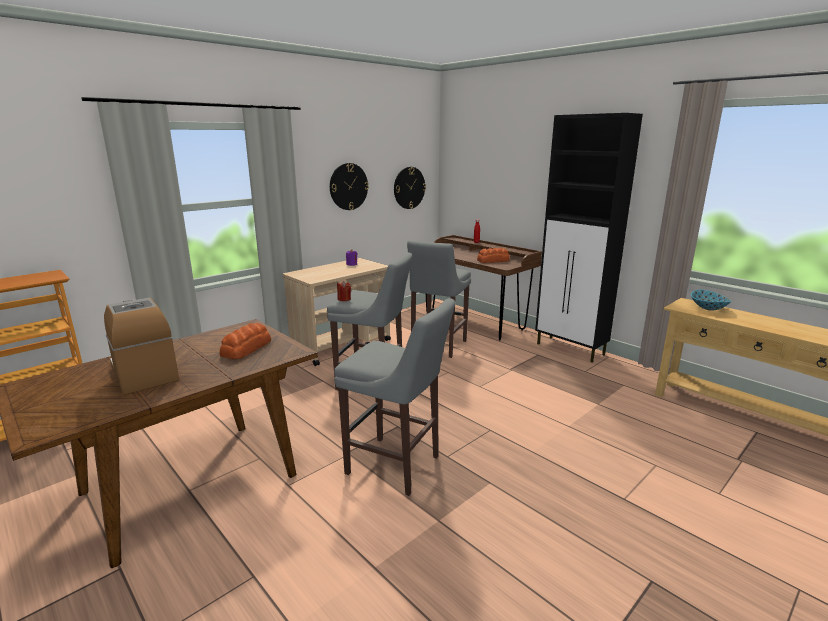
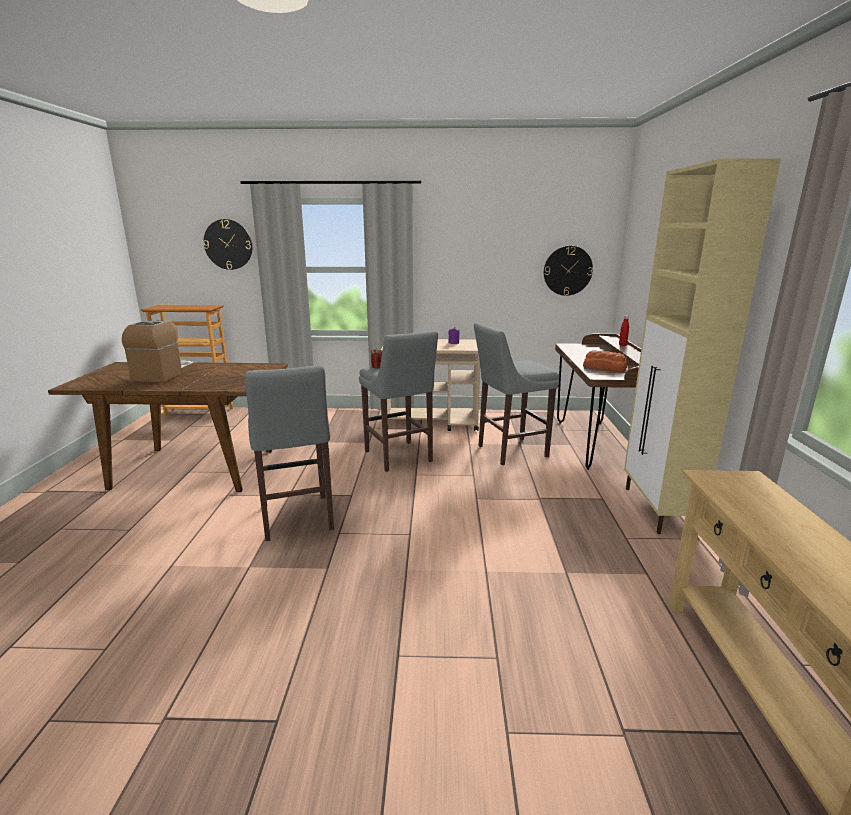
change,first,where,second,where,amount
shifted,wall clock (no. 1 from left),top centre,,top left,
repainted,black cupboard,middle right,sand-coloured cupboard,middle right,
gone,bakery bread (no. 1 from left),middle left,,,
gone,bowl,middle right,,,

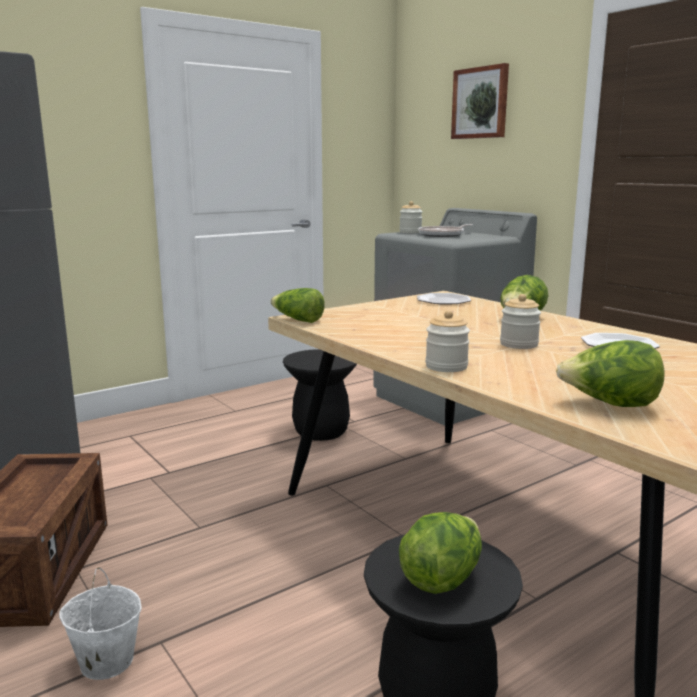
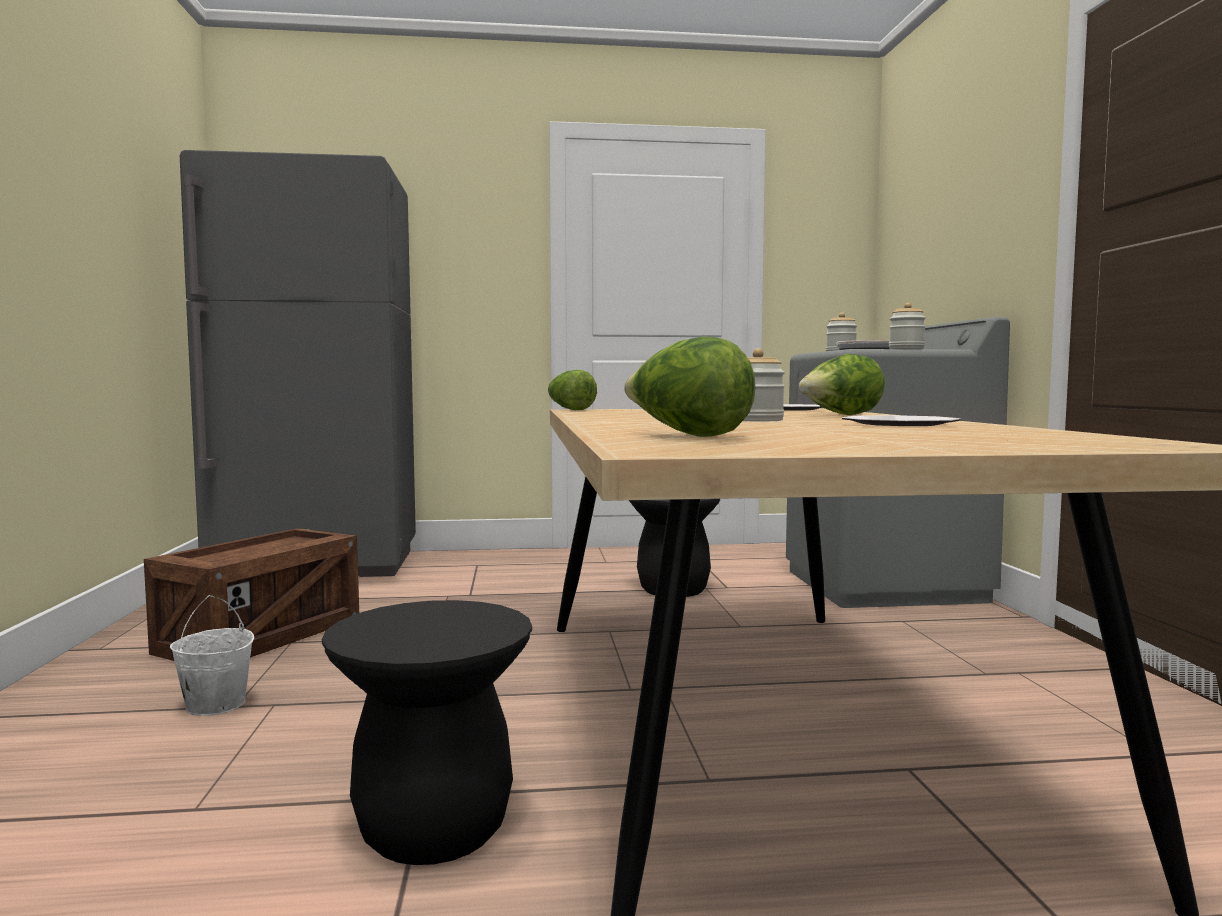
change,first,where,second,where,amount
shifted,storage jar (no. 2 from left in the first image),centre,storage jar (no. 3 from left),middle right,
gone,lettuce (no. 2 from left),bottom centre,,,
gone,wall art,top right,,,

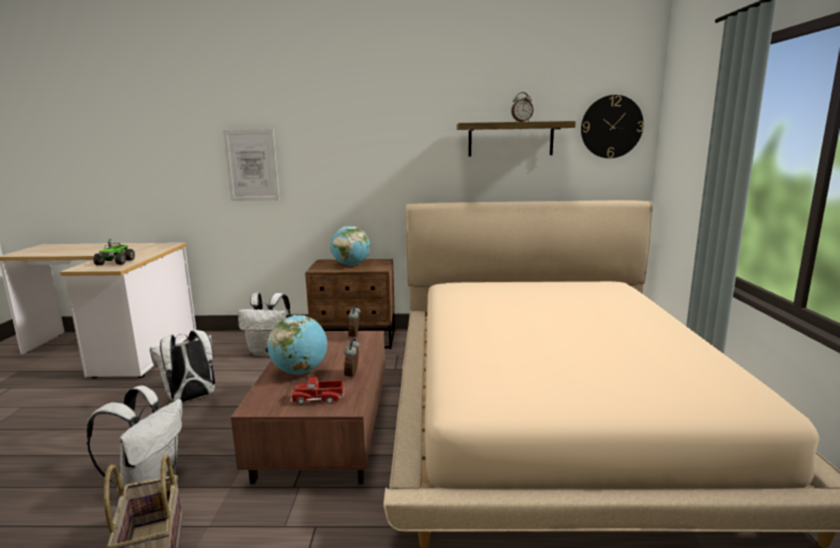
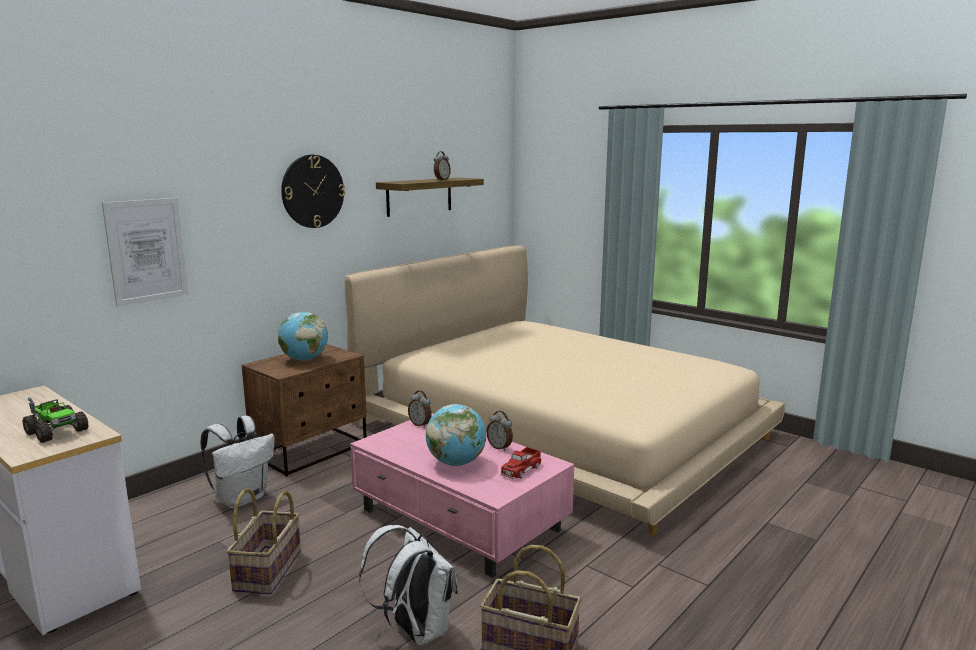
change,first,where,second,where,amount
swapped,white rucksack (no. 2 from left),bottom left,storage basket (no. 1 from left),bottom left,
shifted,wall clock,top right,,top left,
repainted,brown-coloured low table,bottom centre,pink low table,bottom centre,

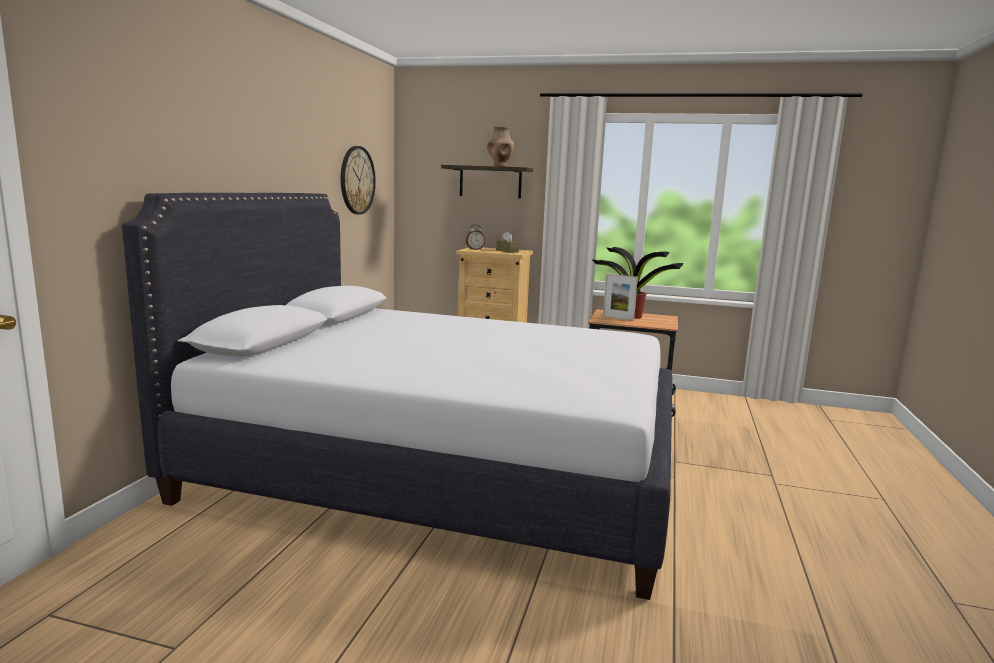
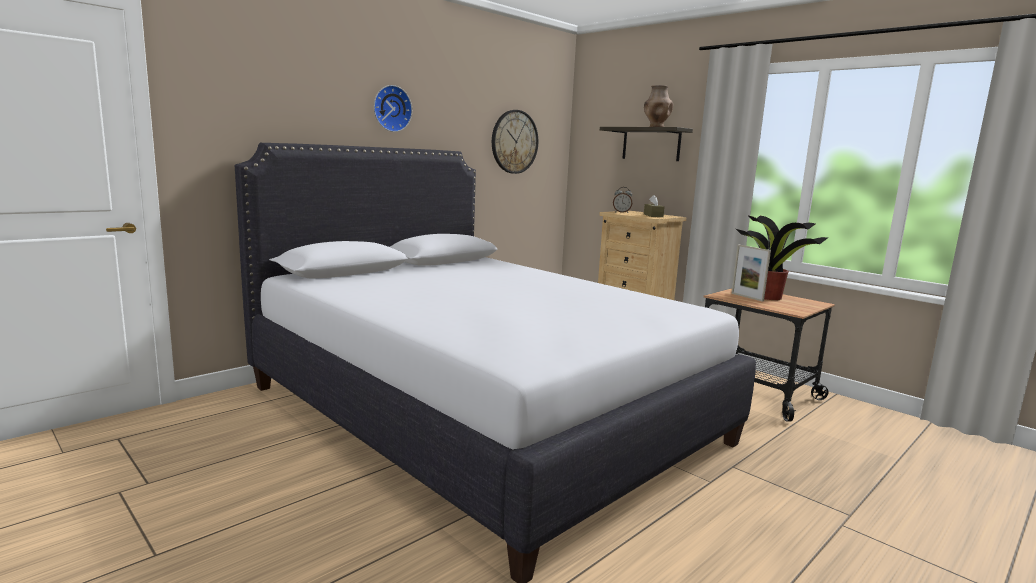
change,first,where,second,where,amount
new,,,wall clock (no. 1 from left),top centre,

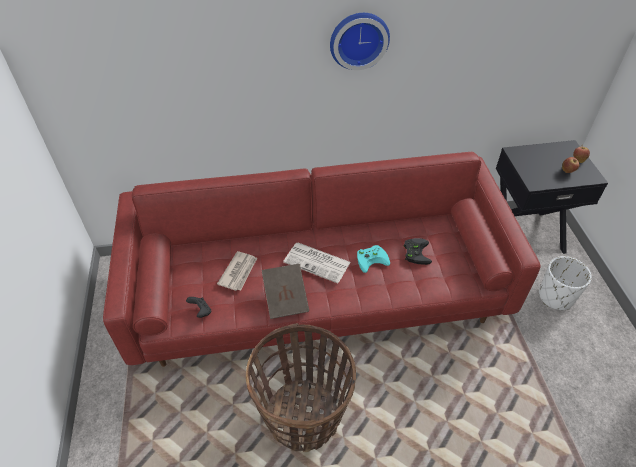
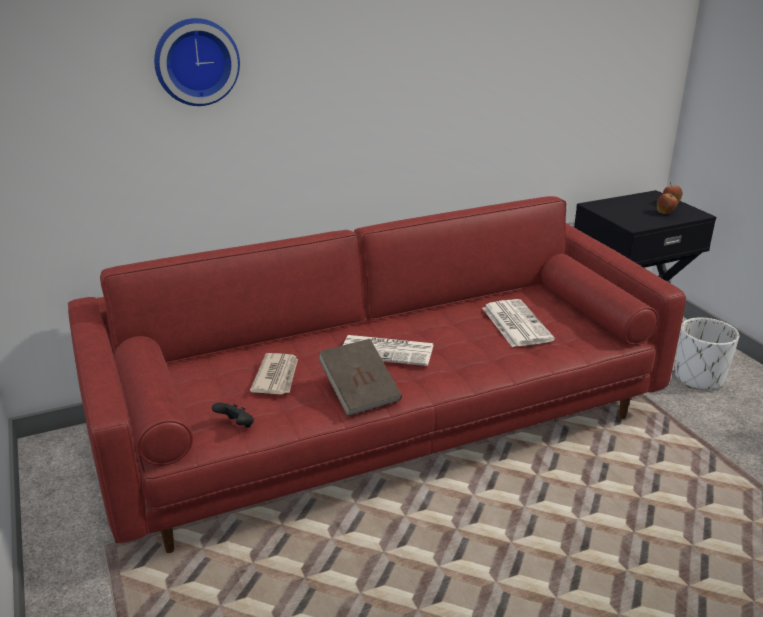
change,first,where,second,where,amount
shifted,wall clock,top centre,,top left,
swapped,black joypad (no. 2 from left),centre,daily paper (no. 3 from left),middle right,
gone,storage basket,bottom centre,,,
gone,turquoise-coloured joypad,centre,,,

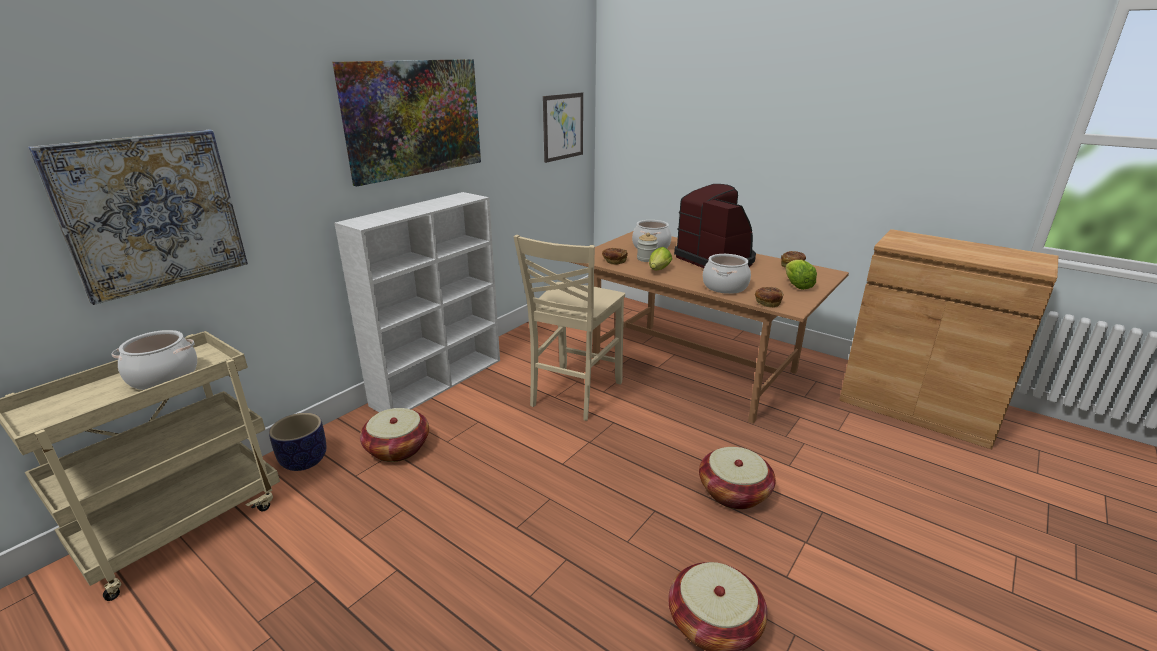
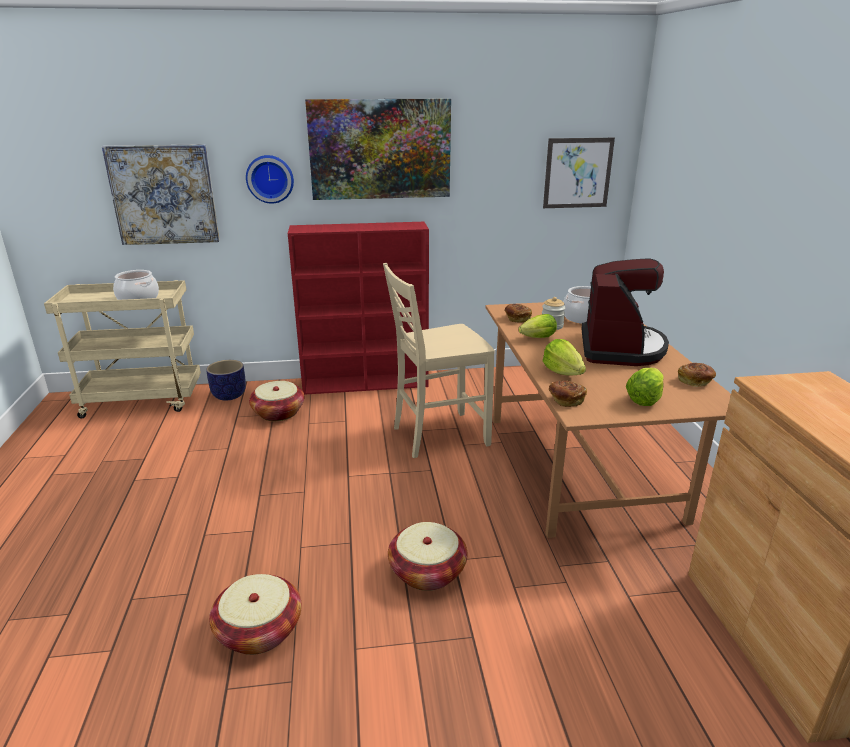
change,first,where,second,where,amount
new,,,wall clock,top left,
repainted,white bookshelf,centre,red-coloured bookshelf,centre,
swapped,saucepot (no. 3 from left),centre,lettuce (no. 2 from left),centre,

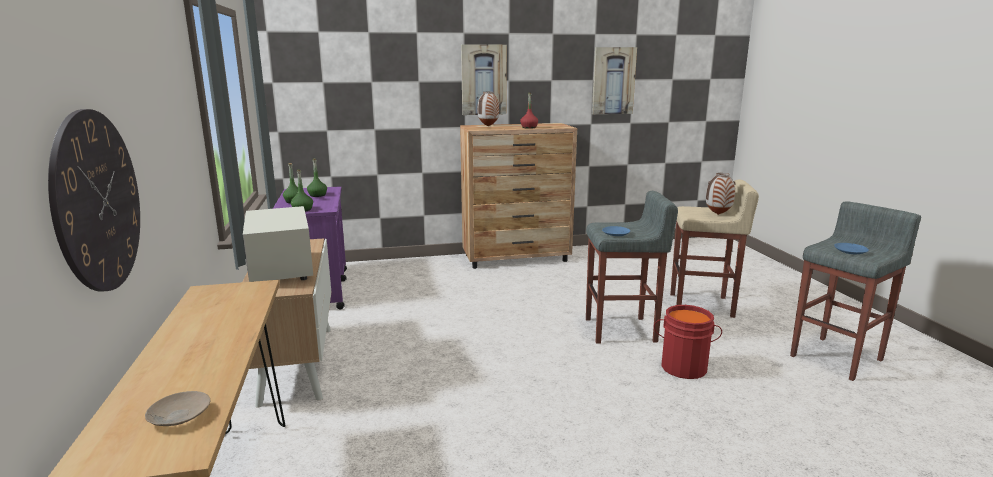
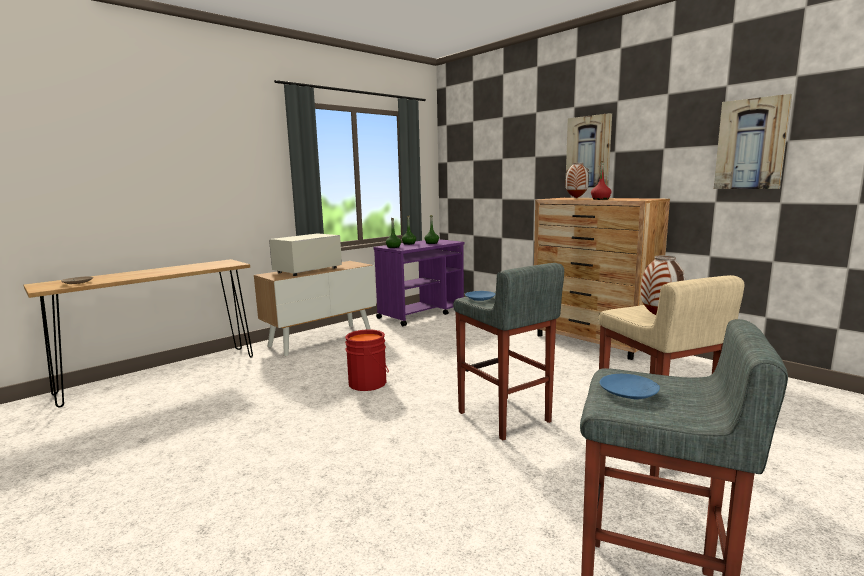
change,first,where,second,where,amount
shifted,red-coloured pail,bottom right,,centre,
gone,wall clock,middle left,,,

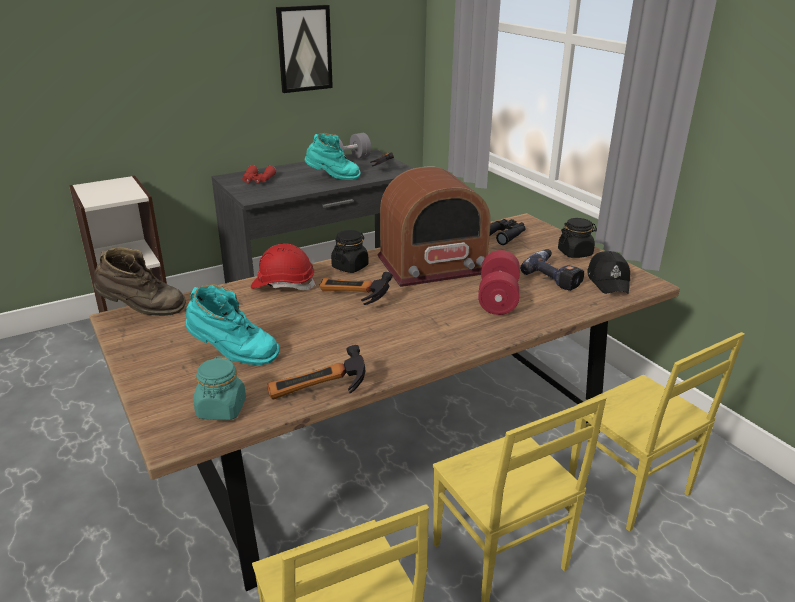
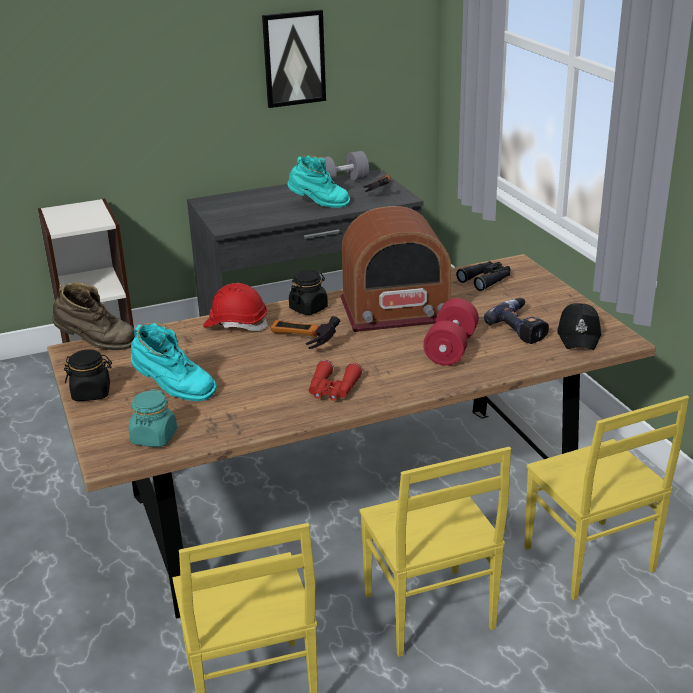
change,first,where,second,where,amount
shifted,black storage jar (no. 2 from left in the first image),middle right,black storage jar (no. 1 from left),middle left,
shifted,red-coloured field glasses,top left,,centre,
gone,tool hammer (no. 1 from left),centre,,,

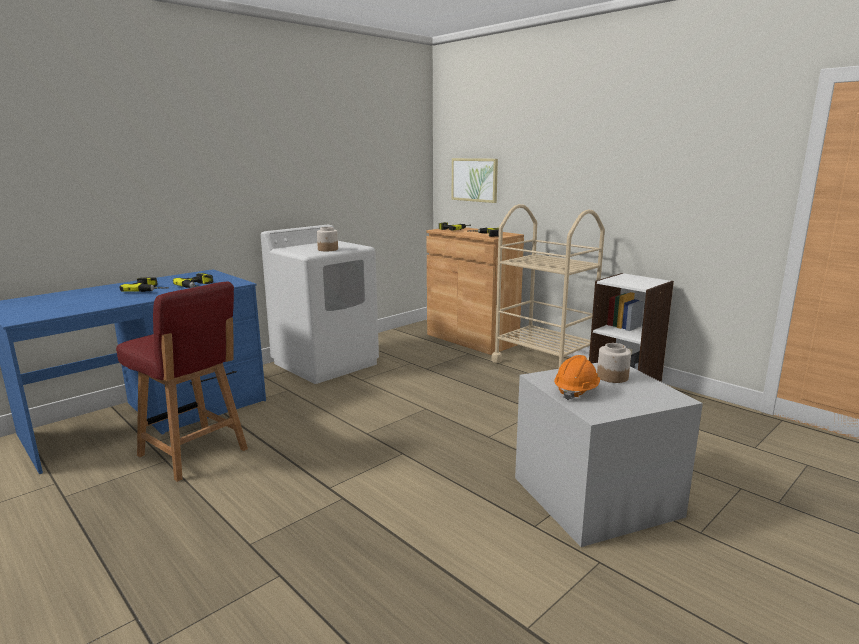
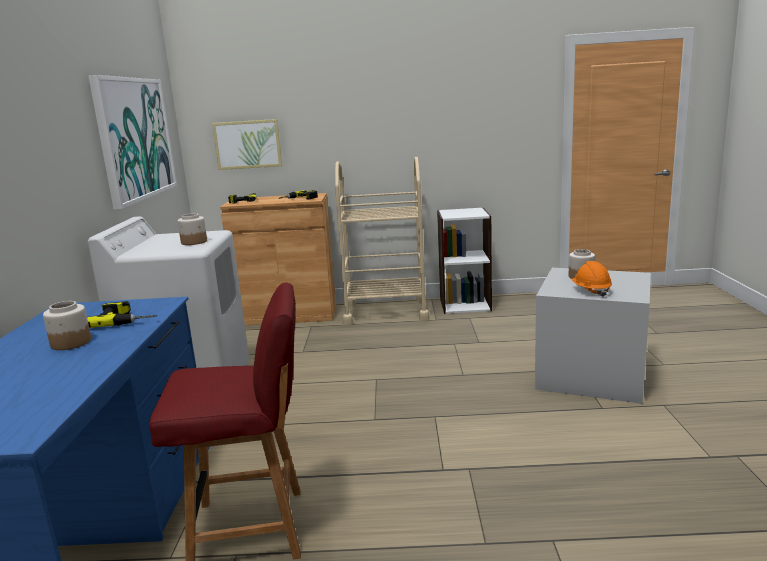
change,first,where,second,where,amount
swapped,drill (no. 1 from left),middle left,storage jar (no. 1 from left),middle left,
new,,,wall art (no. 1 from left),top left,

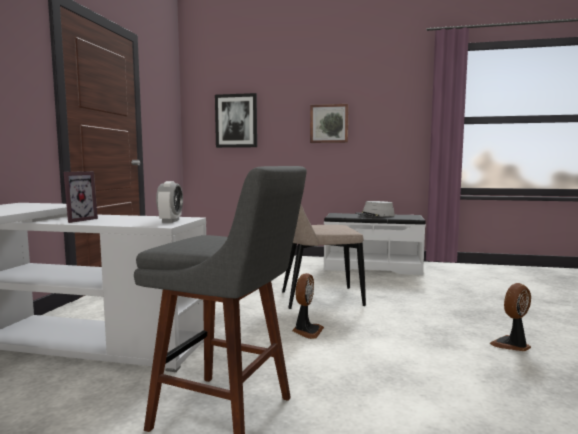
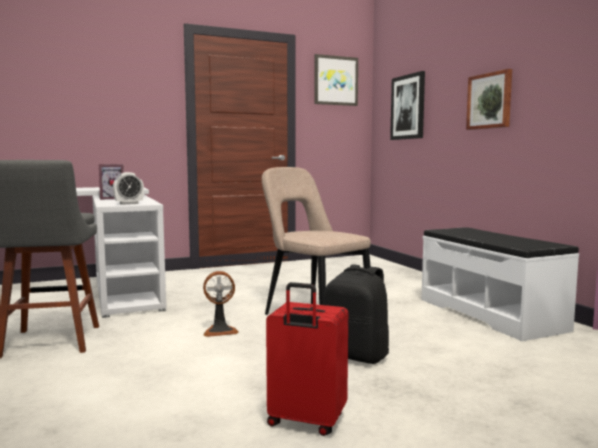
change,first,where,second,where,amount
swapped,fan (no. 2 from left),bottom right,red-coloured suitcase,bottom centre,
new,,,wall art (no. 1 from left),top centre,
new,,,black rucksack,bottom centre,
gone,greyish clothing hat,centre,,,

